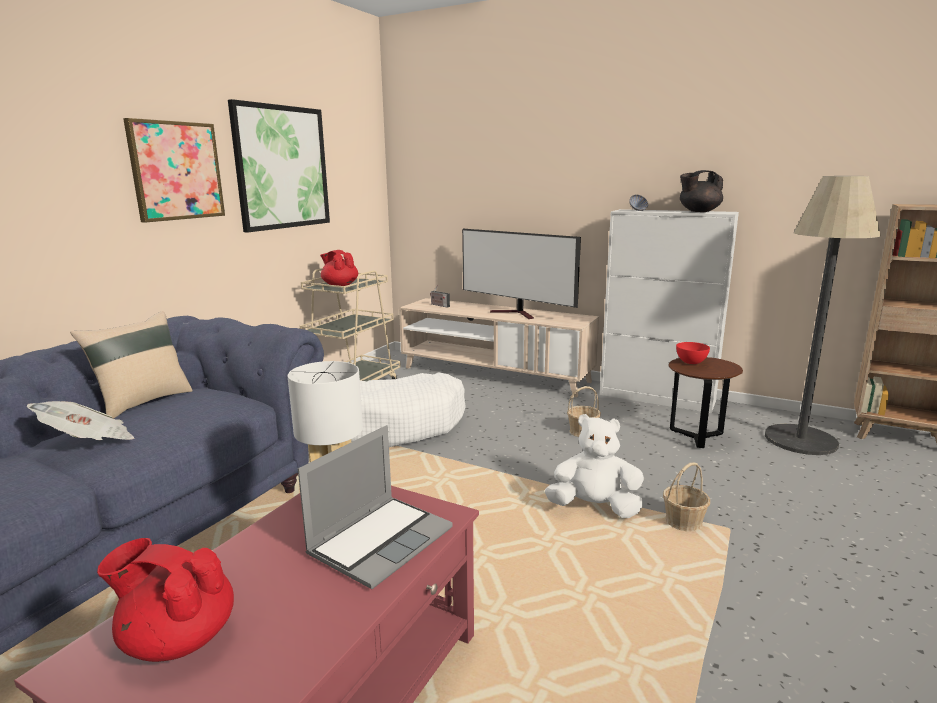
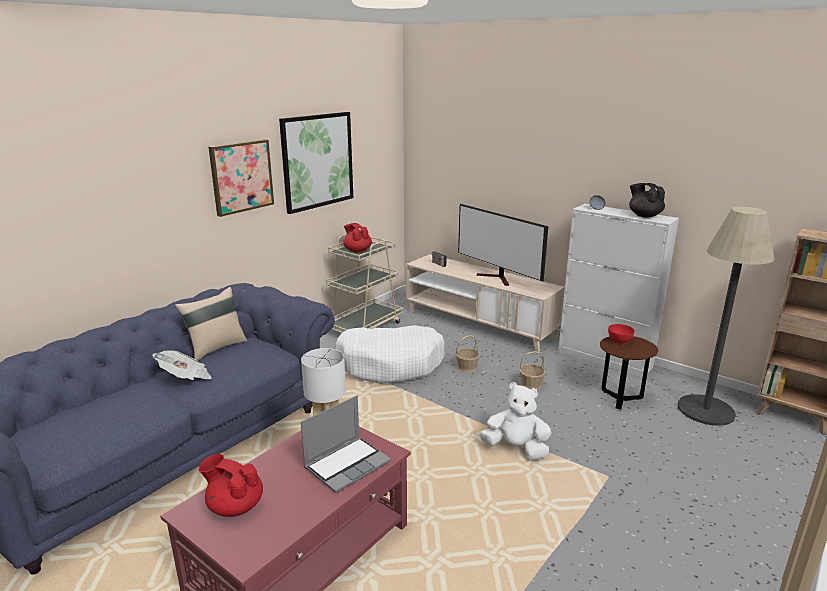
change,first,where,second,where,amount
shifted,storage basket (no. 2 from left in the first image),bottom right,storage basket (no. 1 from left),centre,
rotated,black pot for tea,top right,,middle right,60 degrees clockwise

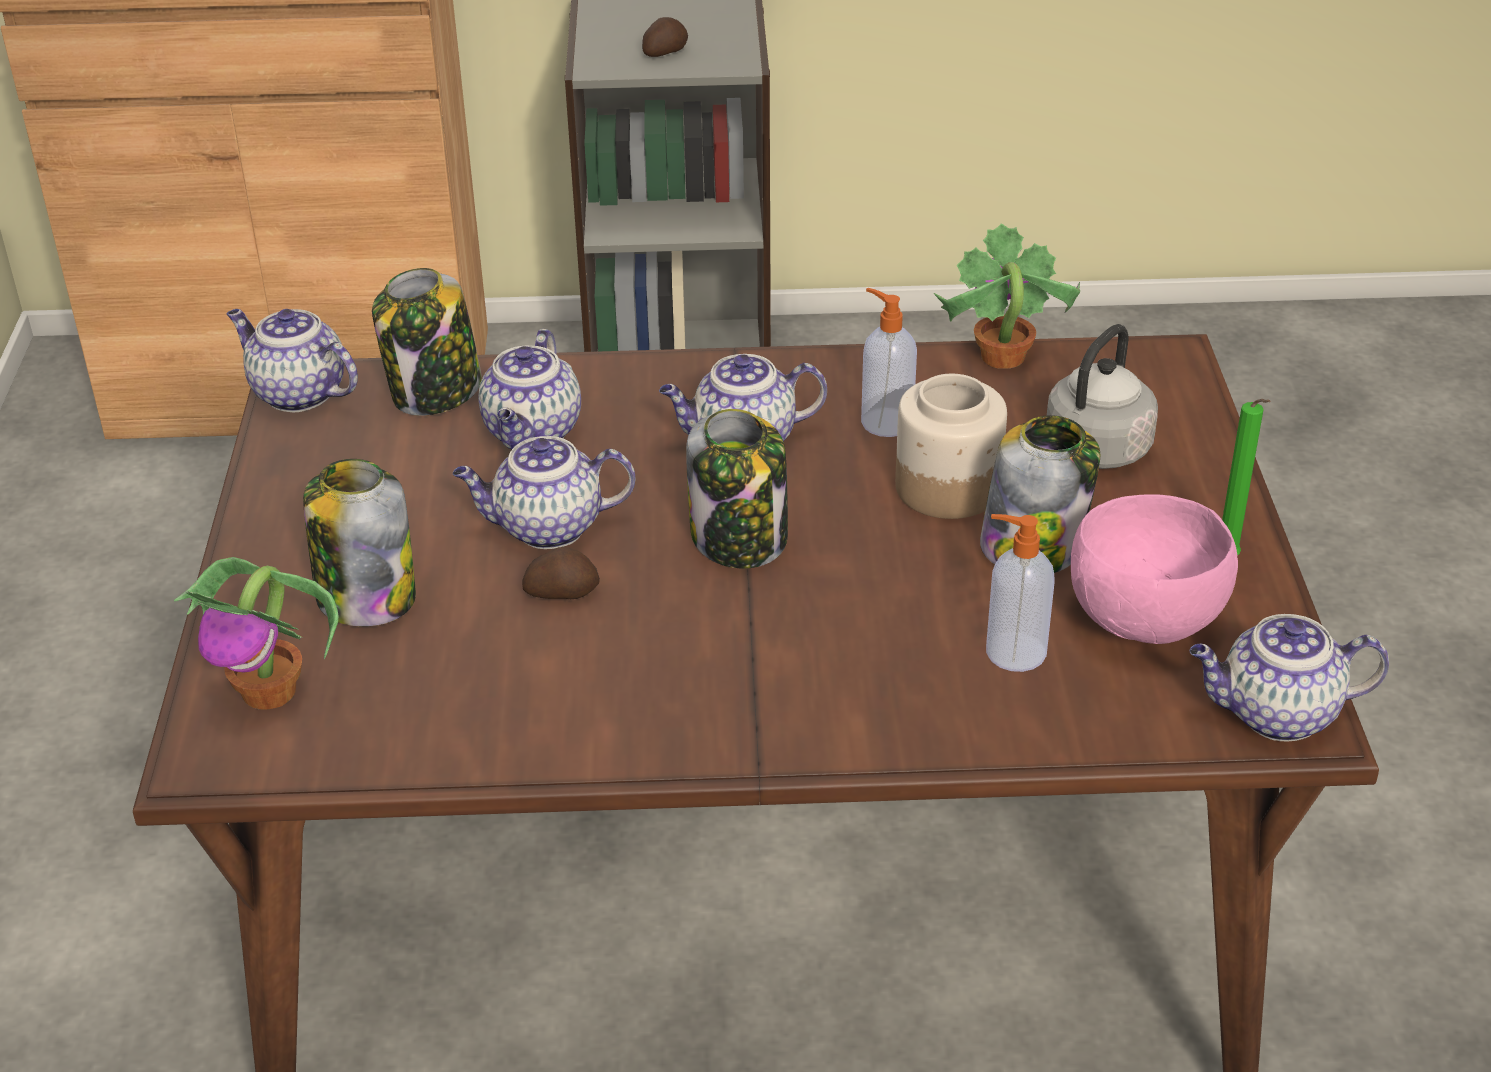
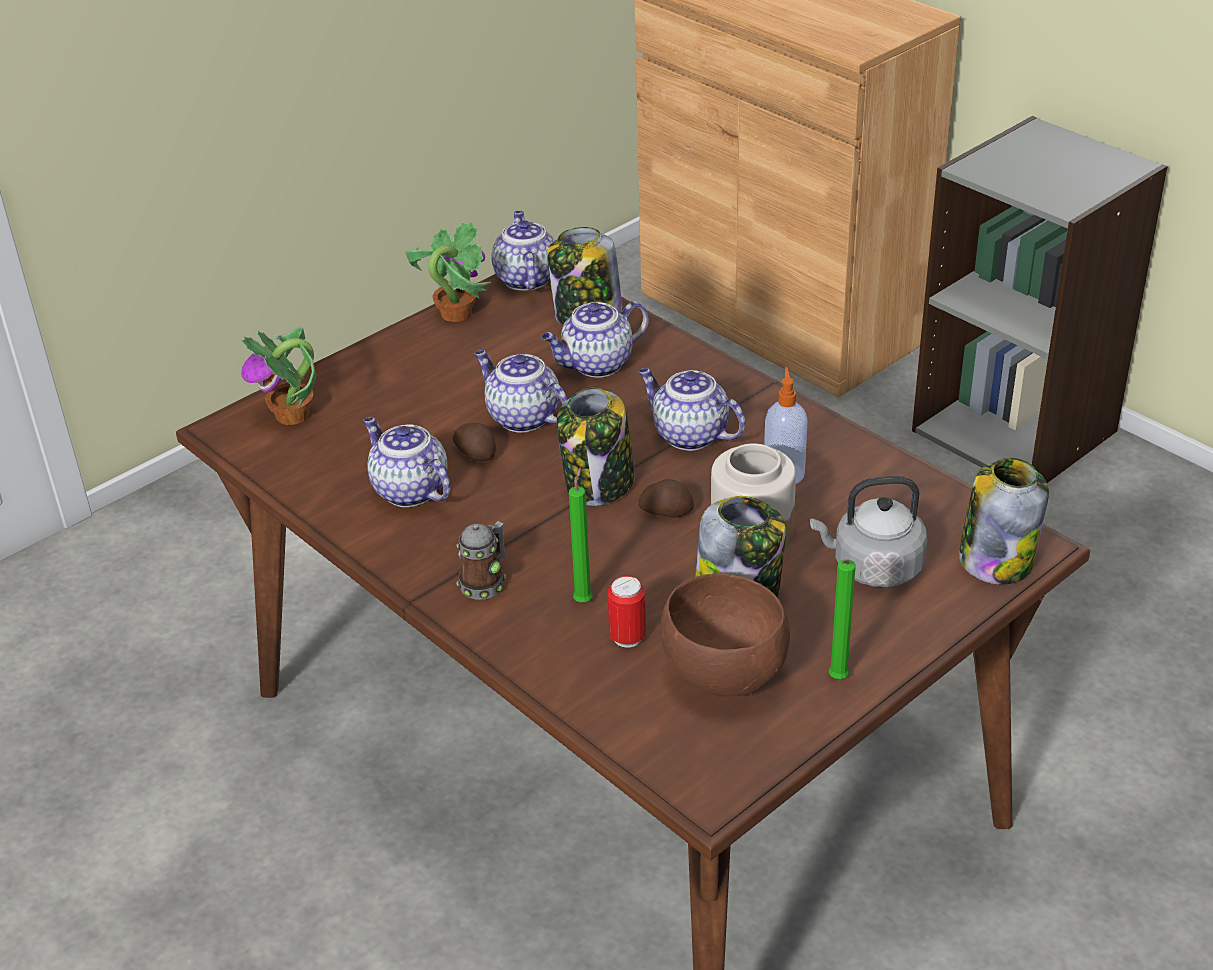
change,first,where,second,where,amount
shifted,pot for tea (no. 5 from left in the first image),middle right,pot for tea (no. 1 from left),centre,
shifted,potted plant (no. 2 from left),top right,,top centre,
new,,,mug,centre,
new,,,green candle (no. 1 from left),centre,
swapped,soap dispenser (no. 2 from left),middle right,metal can,centre,
shifted,potato (no. 2 from left),top centre,,centre,
repainted,pink bowl,middle right,brown-coloured bowl,centre,
shifted,storage jar (no. 1 from left in the first image),middle left,storage jar (no. 5 from left),middle right,

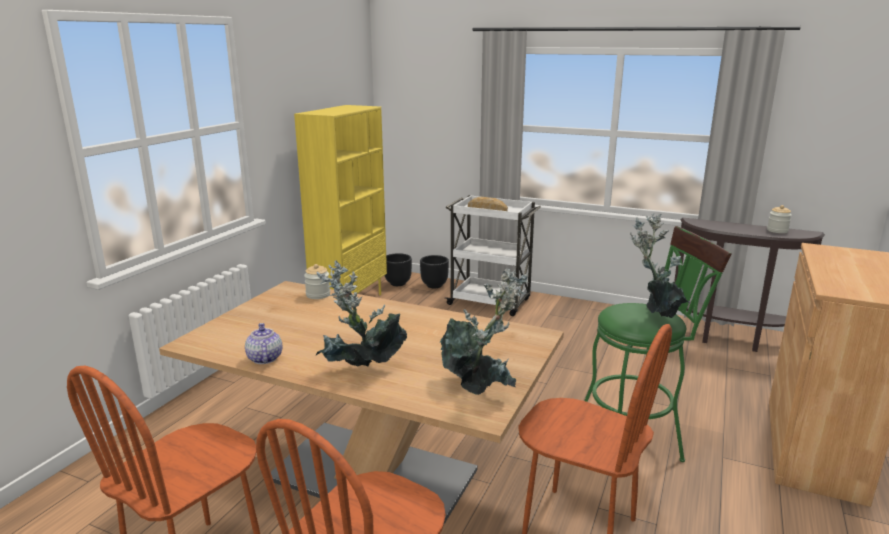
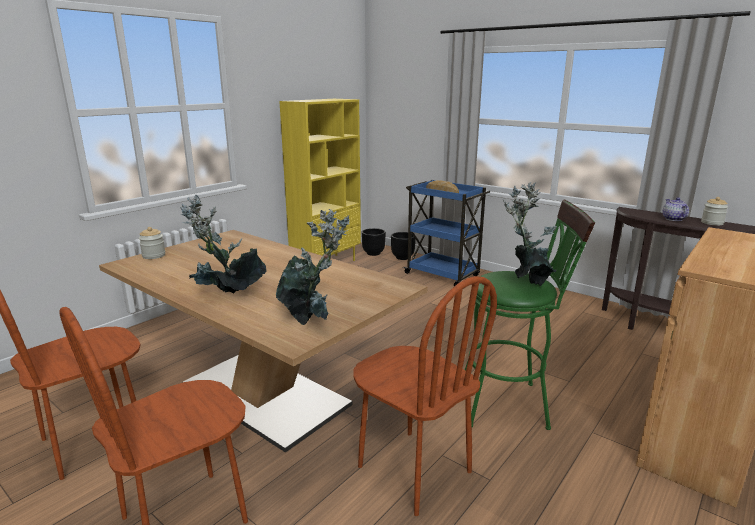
change,first,where,second,where,amount
shifted,storage jar (no. 1 from left),centre,,middle left,
repainted,white trolley,centre,blue trolley,centre,
shifted,pot for tea,middle left,,middle right,

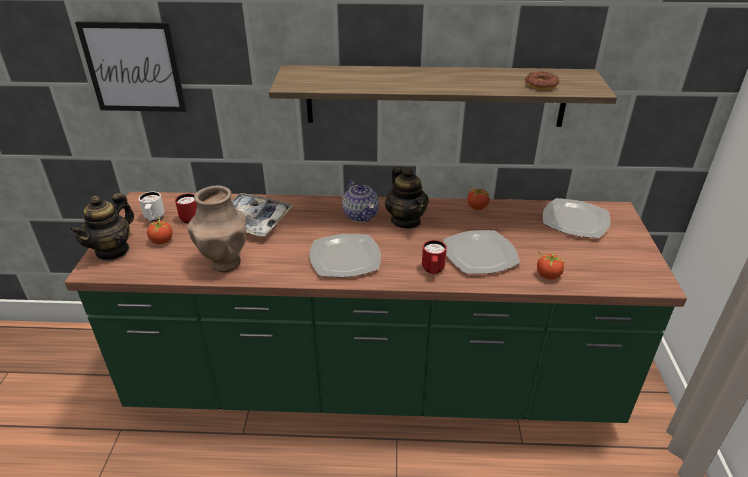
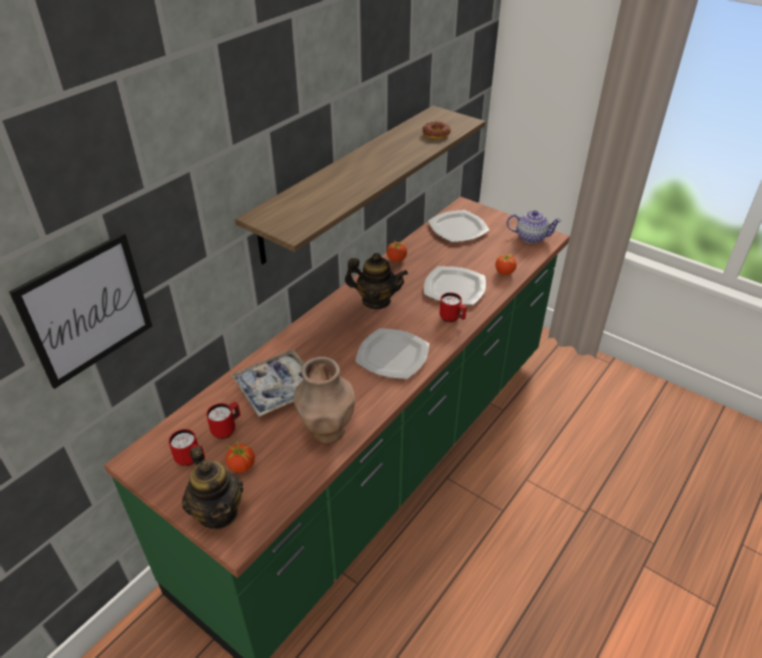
change,first,where,second,where,amount
repainted,white mug,middle left,red-coloured mug (no. 1 from left),bottom left,
shifted,pot for tea (no. 2 from left in the first image),centre,pot for tea (no. 3 from left),middle right,

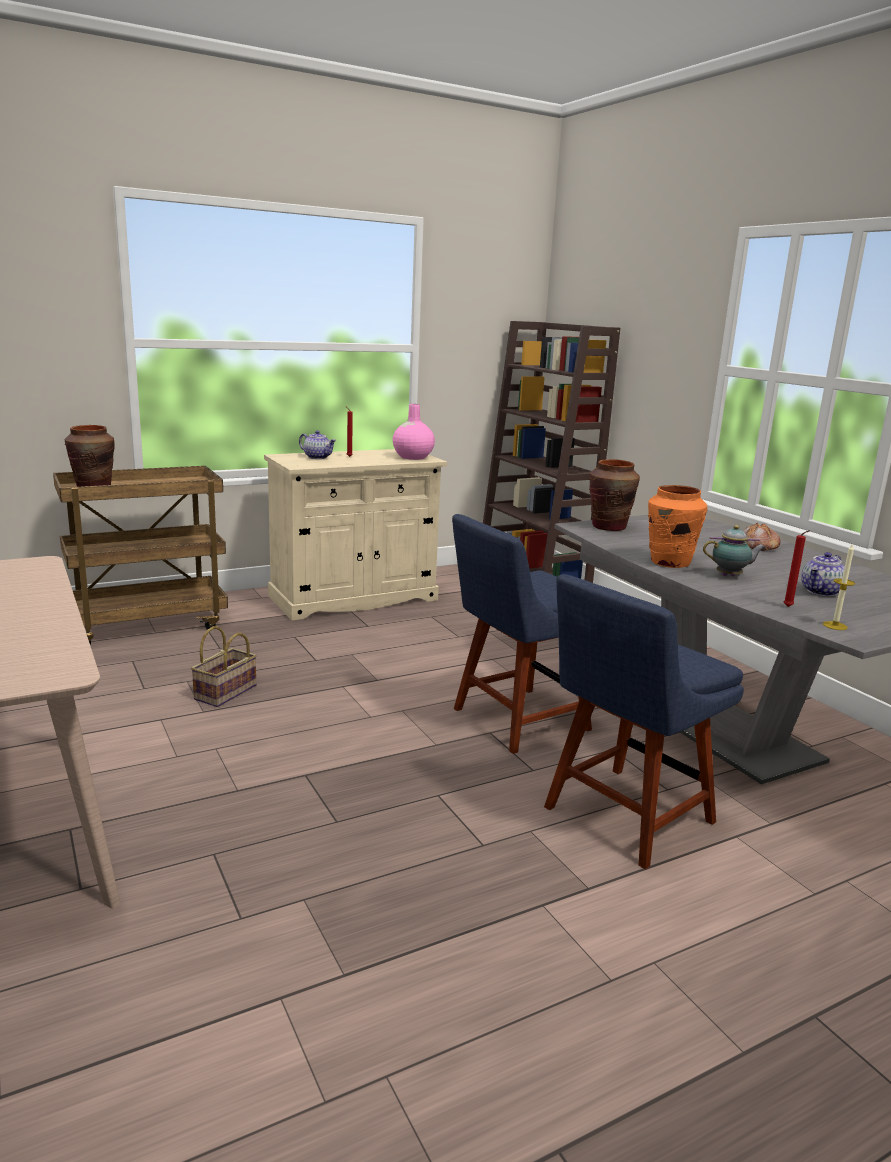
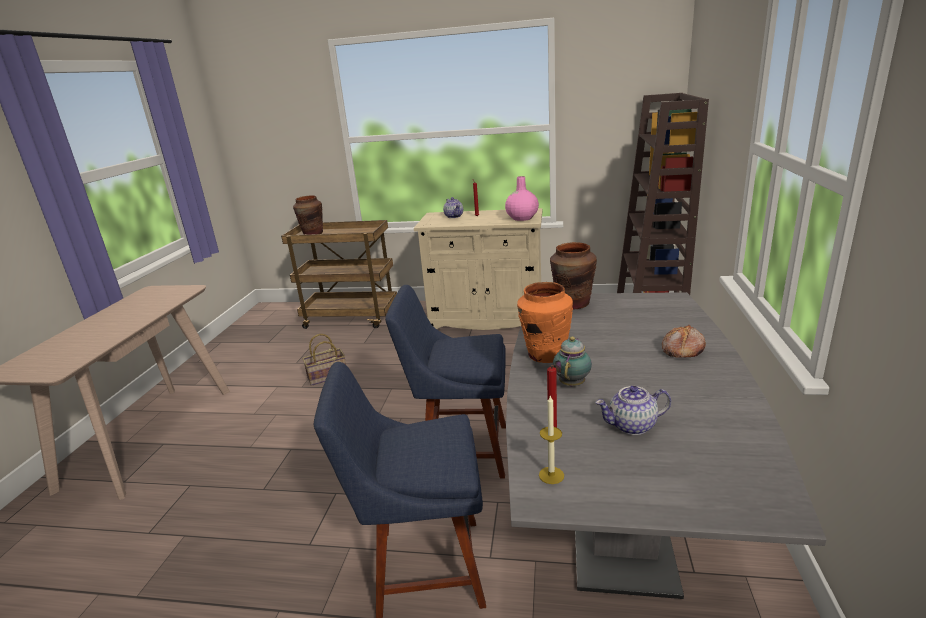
change,first,where,second,where,amount
rotated,pot for tea (no. 2 from left),middle right,,centre,105 degrees counterclockwise

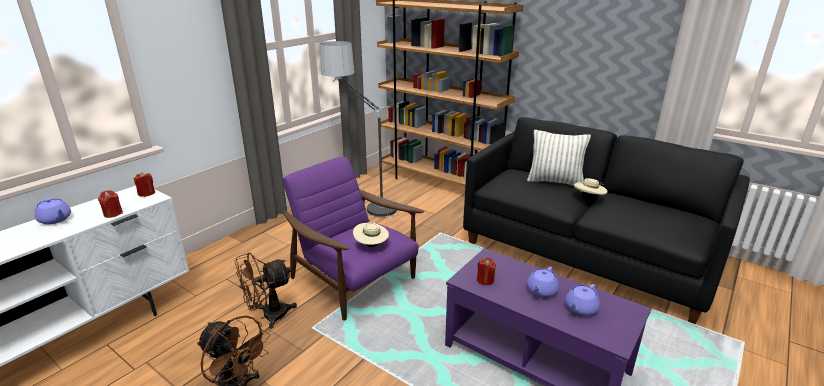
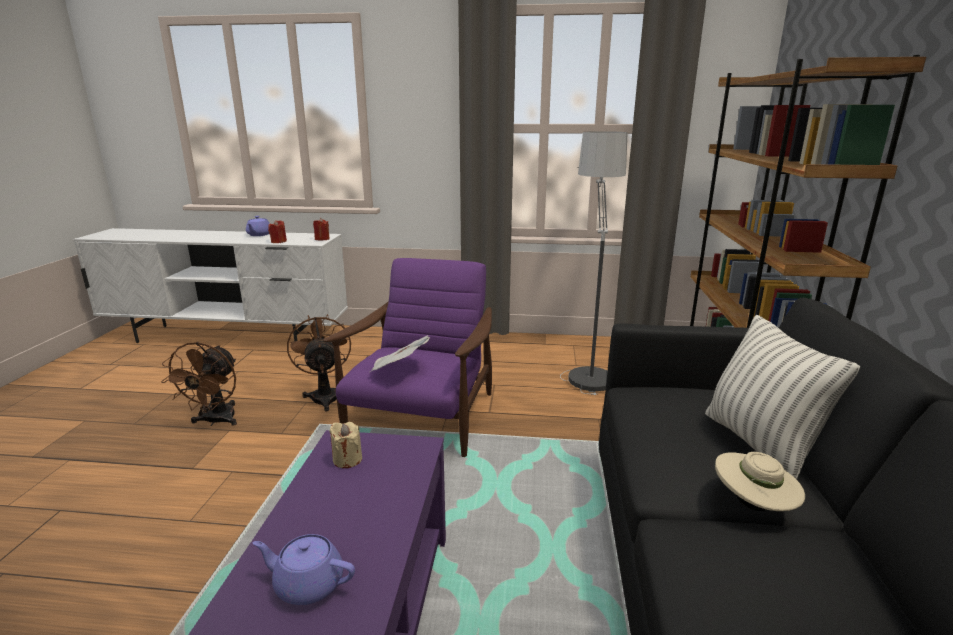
change,first,where,second,where,amount
rotated,brown-coloured fan (no. 2 from left),bottom left,,centre,45 degrees clockwise
repainted,red-coloured candle (no. 3 from left),bottom centre,sand-coloured candle,bottom centre,
swapped,sand-coloured clothing hat (no. 1 from left),centre,daily paper,centre,
gone,purplish pot for tea (no. 2 from left),bottom centre,,,

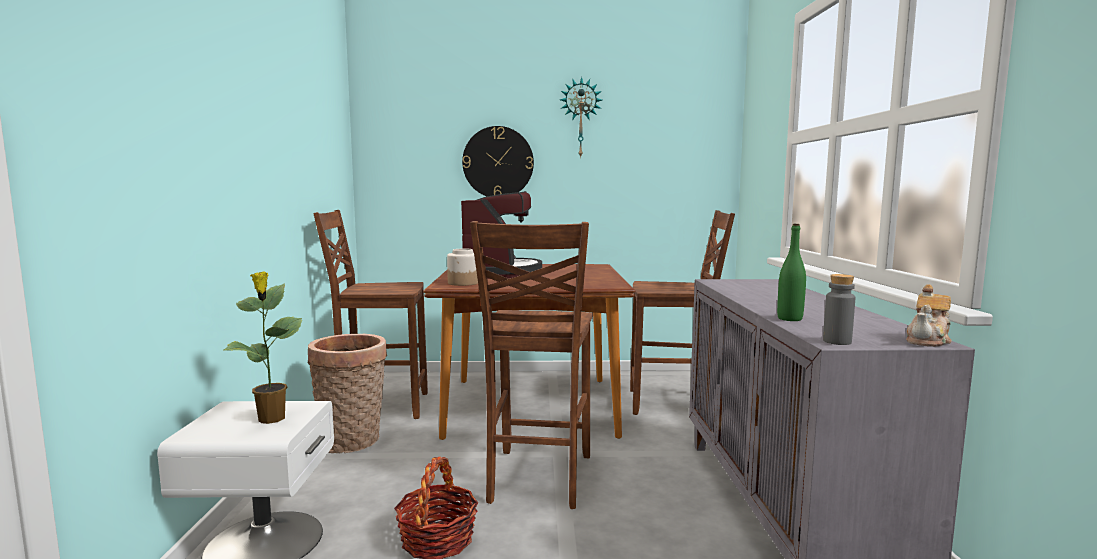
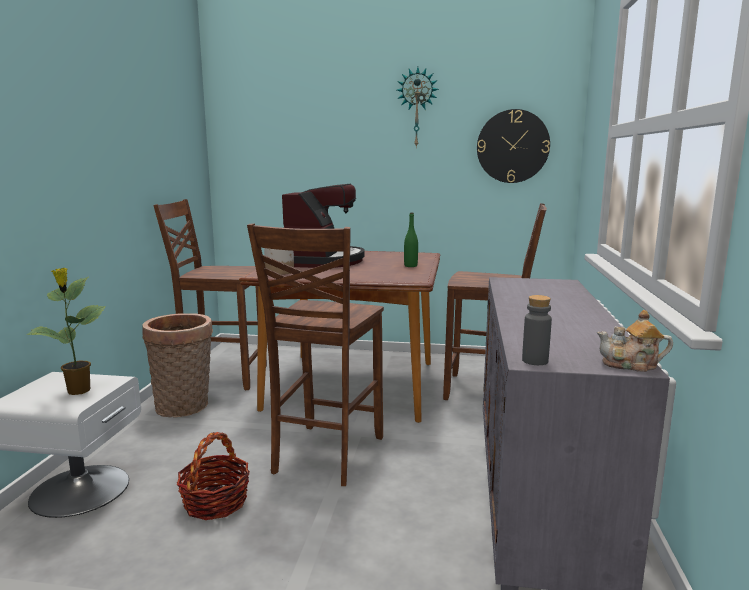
change,first,where,second,where,amount
shifted,green beverage bottle,middle right,,centre,
shifted,wall clock (no. 1 from left in the first image),top centre,wall clock (no. 2 from left),top right,
rotated,pot for tea,middle right,,middle right,45 degrees clockwise

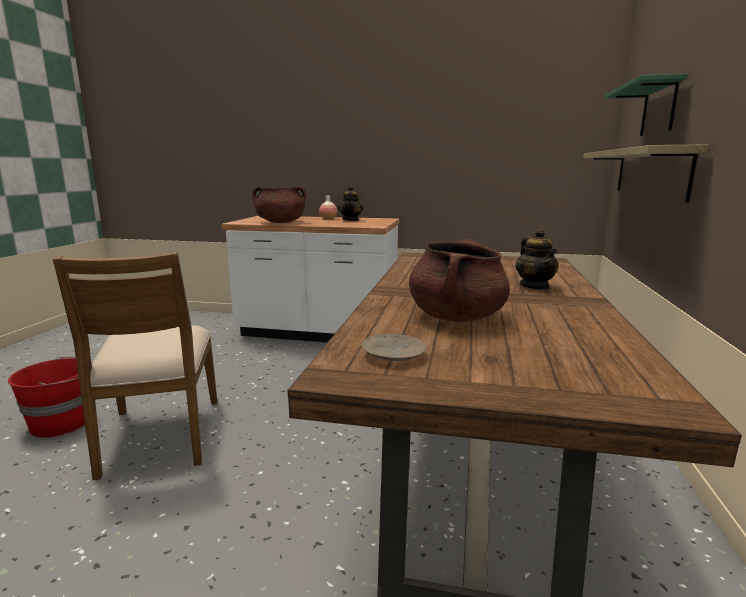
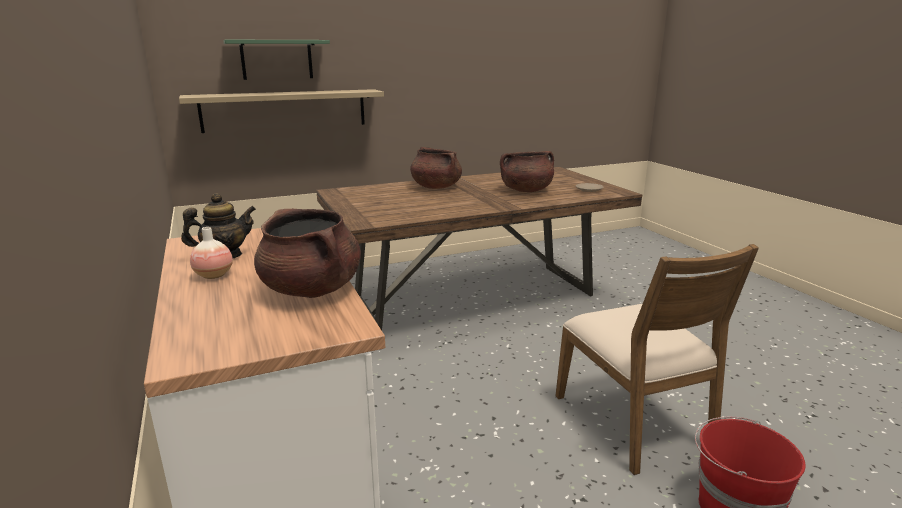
change,first,where,second,where,amount
swapped,pot for tea (no. 2 from left),middle right,brown-coloured saucepot (no. 2 from left),top centre,
rotated,brown-coloured upright chair,middle left,,bottom right,120 degrees clockwise

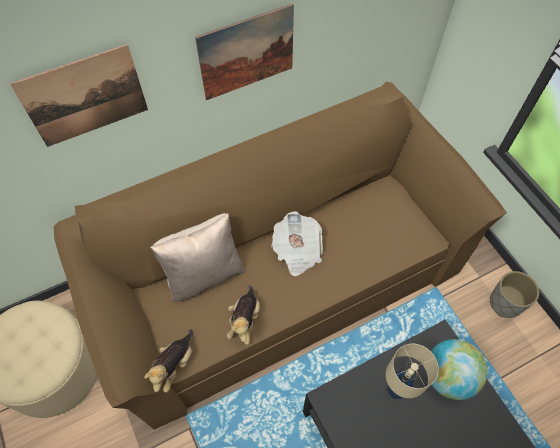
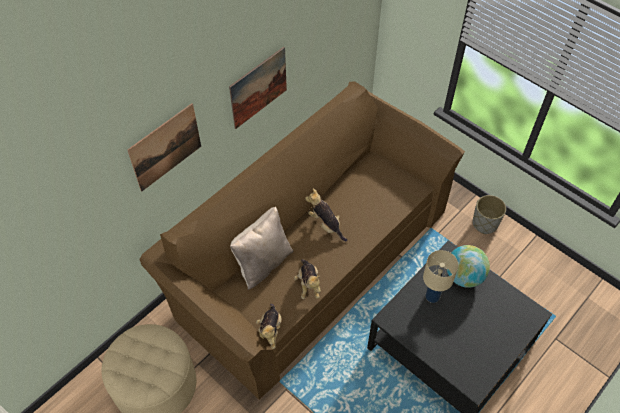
change,first,where,second,where,amount
swapped,daily paper,centre,cuddly toy (no. 3 from left),centre,

